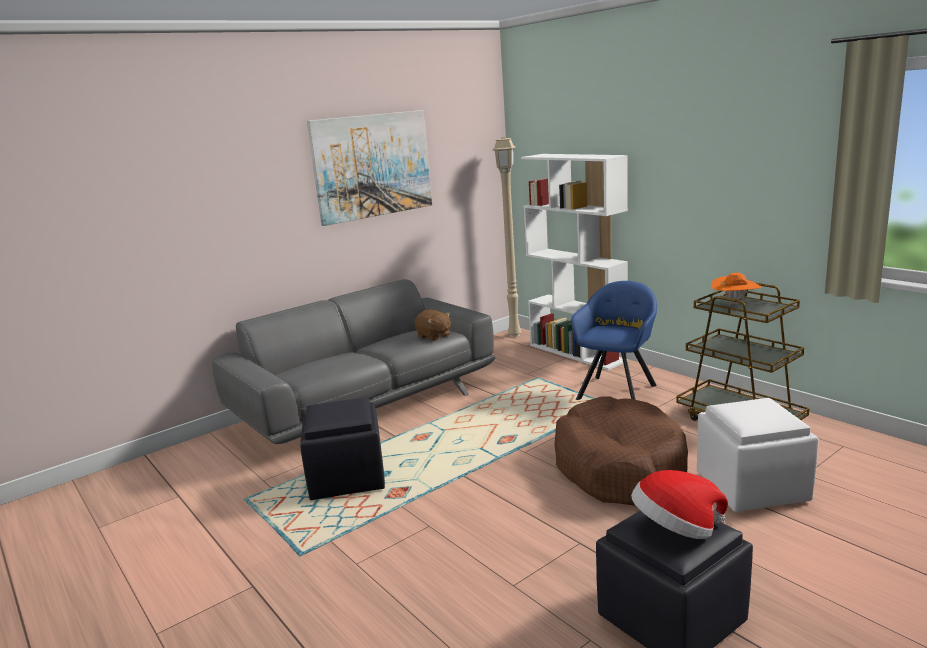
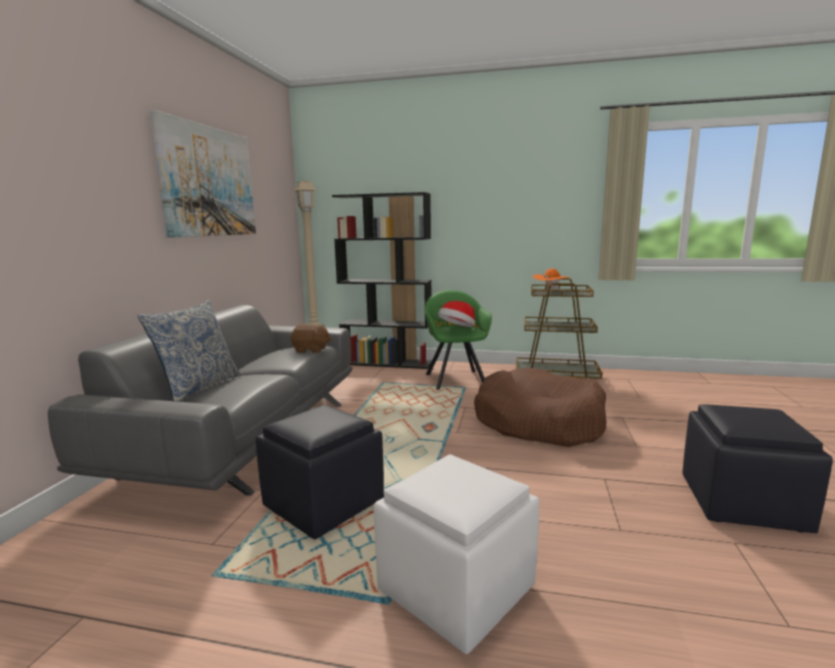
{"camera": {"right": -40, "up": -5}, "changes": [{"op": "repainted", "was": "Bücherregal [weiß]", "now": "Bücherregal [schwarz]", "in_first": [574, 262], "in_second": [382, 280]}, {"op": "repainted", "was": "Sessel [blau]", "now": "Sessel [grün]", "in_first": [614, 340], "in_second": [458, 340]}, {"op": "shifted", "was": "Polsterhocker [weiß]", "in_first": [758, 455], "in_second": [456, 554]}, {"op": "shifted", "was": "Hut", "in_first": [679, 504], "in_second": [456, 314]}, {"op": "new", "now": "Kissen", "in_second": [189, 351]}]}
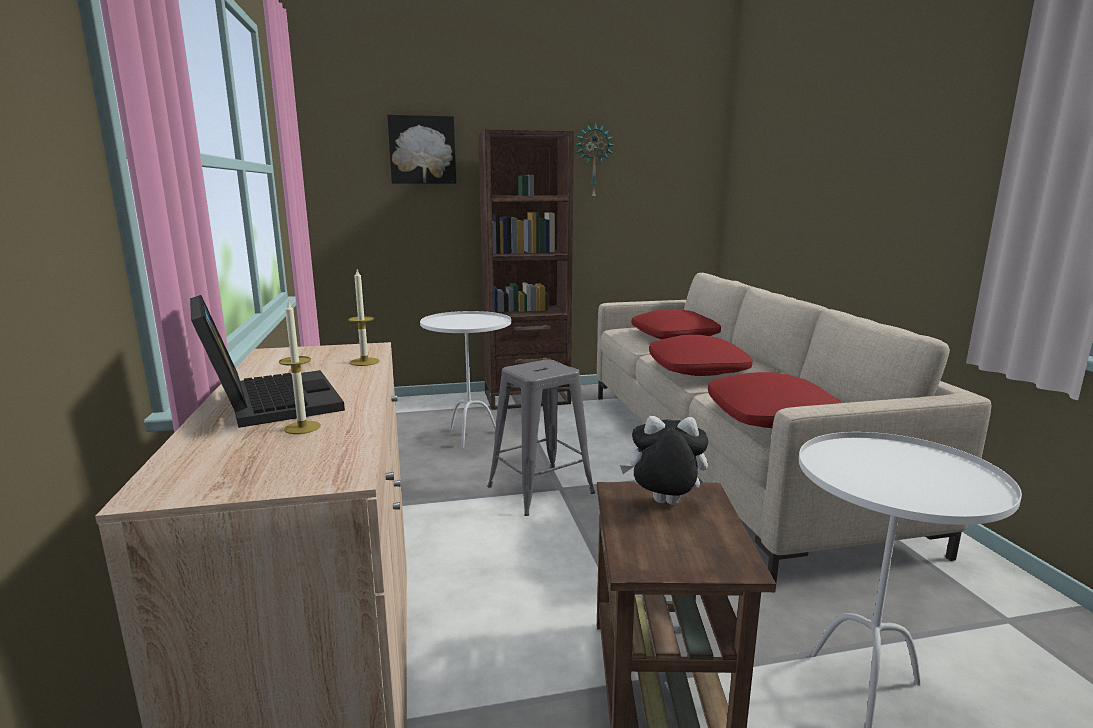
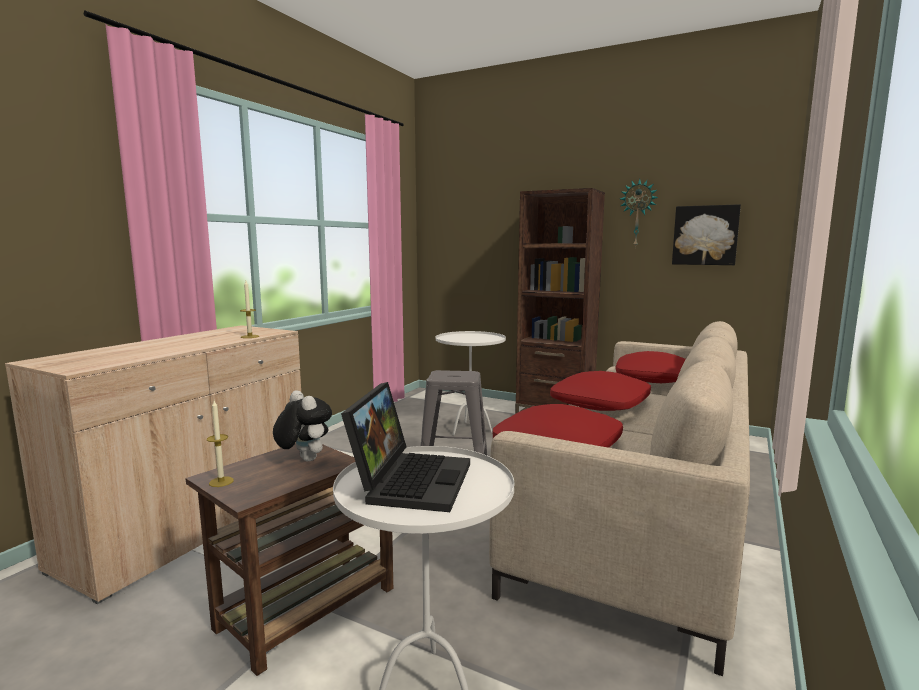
{"camera": {"right": 40, "up": -5}, "changes": [{"op": "shifted", "was": "Bild", "in_first": [421, 149], "in_second": [706, 234]}, {"op": "shifted", "was": "Laptop", "in_first": [267, 361], "in_second": [405, 447]}, {"op": "shifted", "was": "Kerze", "in_first": [300, 367], "in_second": [220, 444]}]}
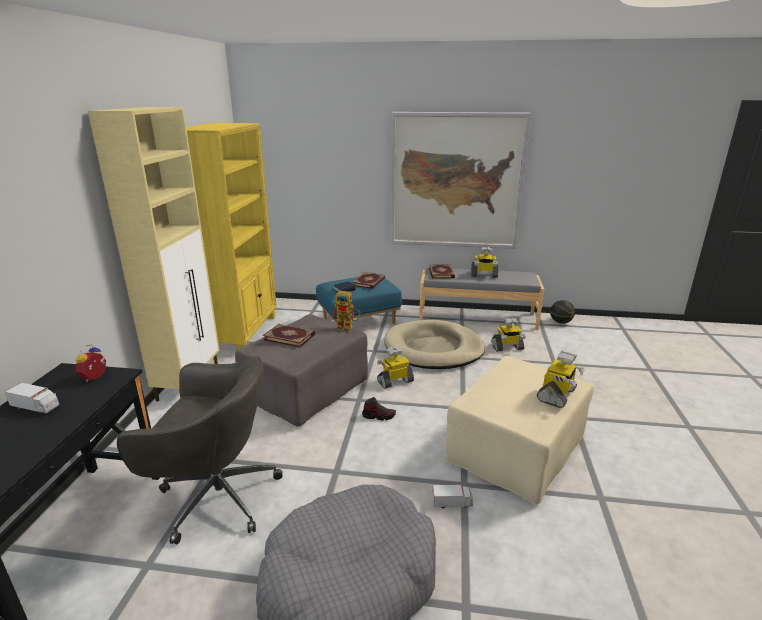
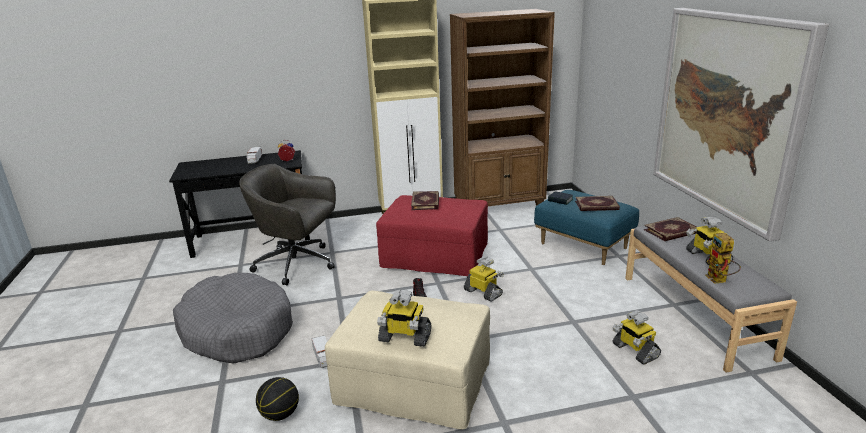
{"camera": {"right": 70, "up": 0}, "changes": [{"op": "repainted", "was": "Bücherregal [gelb]", "now": "Bücherregal [braun]", "in_first": [231, 236], "in_second": [502, 107]}, {"op": "shifted", "was": "Spielzeugroboter", "in_first": [346, 311], "in_second": [723, 258]}, {"op": "shifted", "was": "Basketball", "in_first": [562, 312], "in_second": [277, 399]}, {"op": "repainted", "was": "Polsterhocker [grau]", "now": "Polsterhocker [rot]", "in_first": [301, 370], "in_second": [432, 235]}, {"op": "gone", "was": "Hundebett [beige]", "in_first": [434, 344]}, {"op": "rotated", "was": "Bürostuhl [grau]", "in_first": [200, 450], "in_second": [287, 224], "clockwise": 120}]}
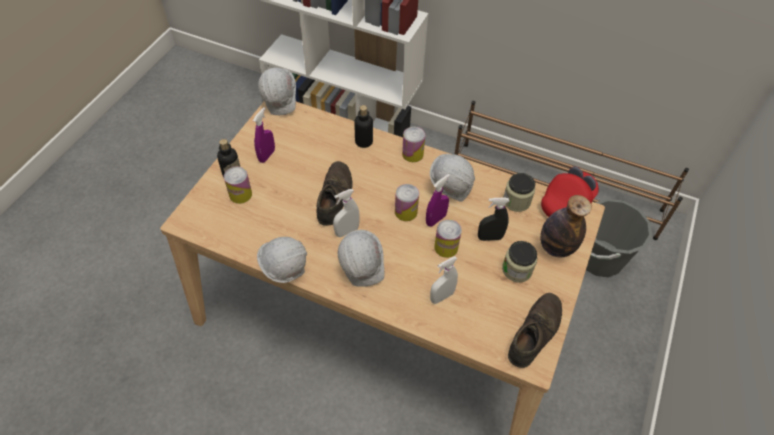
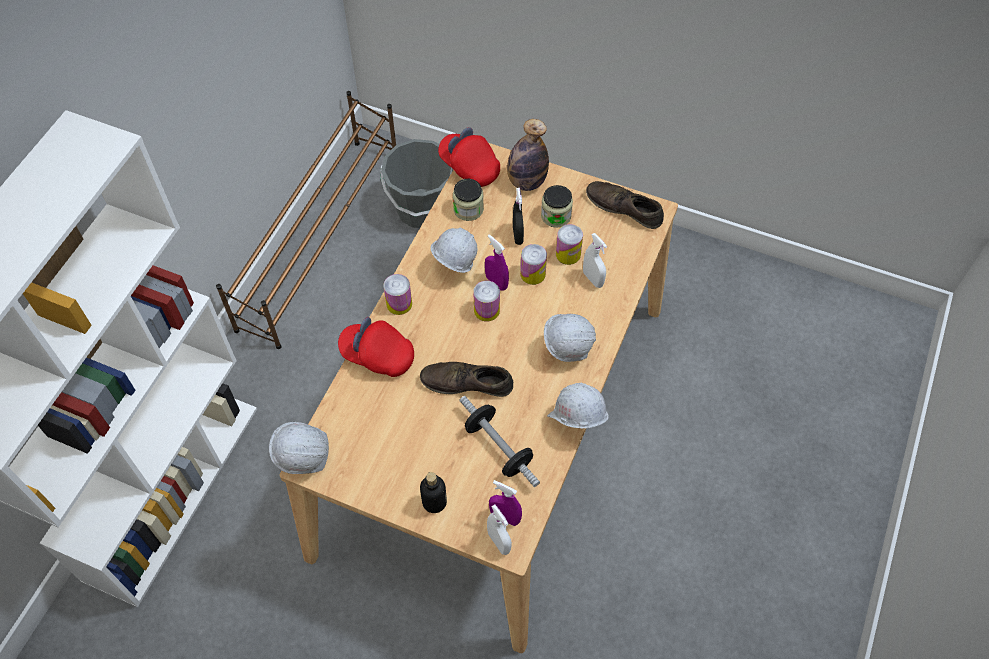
{"camera": {"right": -90, "up": 5}, "changes": [{"op": "swapped", "was": "Flasche", "now": "Kappe [rot]", "in_first": [363, 126], "in_second": [376, 347]}, {"op": "shifted", "was": "Sprühflasche [lila]", "in_first": [264, 135], "in_second": [505, 503]}, {"op": "shifted", "was": "Dose", "in_first": [238, 185], "in_second": [569, 244]}, {"op": "shifted", "was": "Sprühflasche [weiß]", "in_first": [346, 213], "in_second": [499, 529]}, {"op": "new", "now": "Hantel", "in_second": [499, 441]}]}
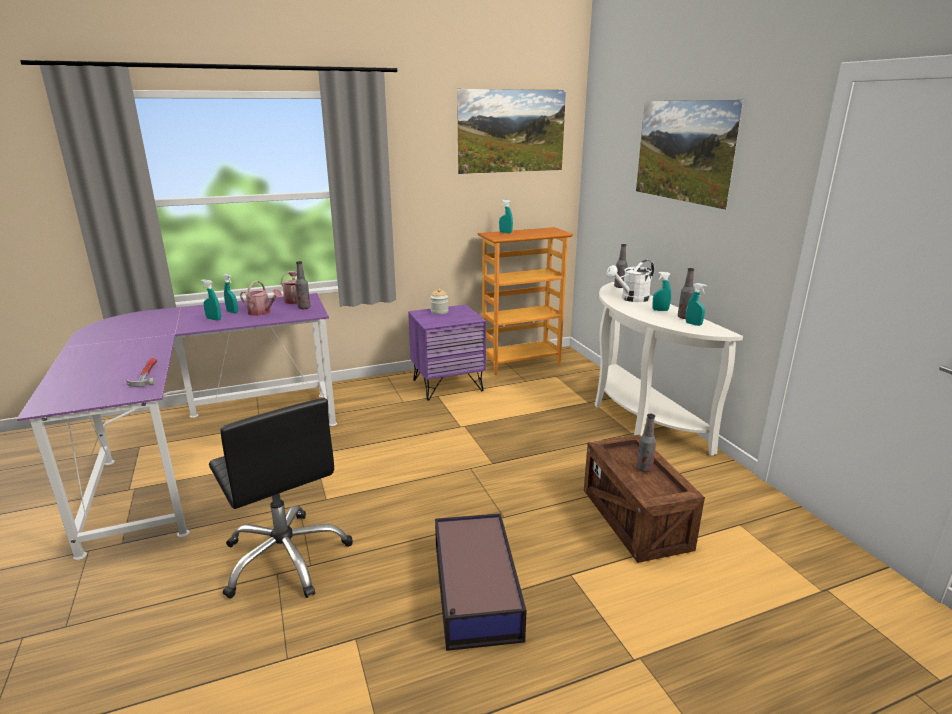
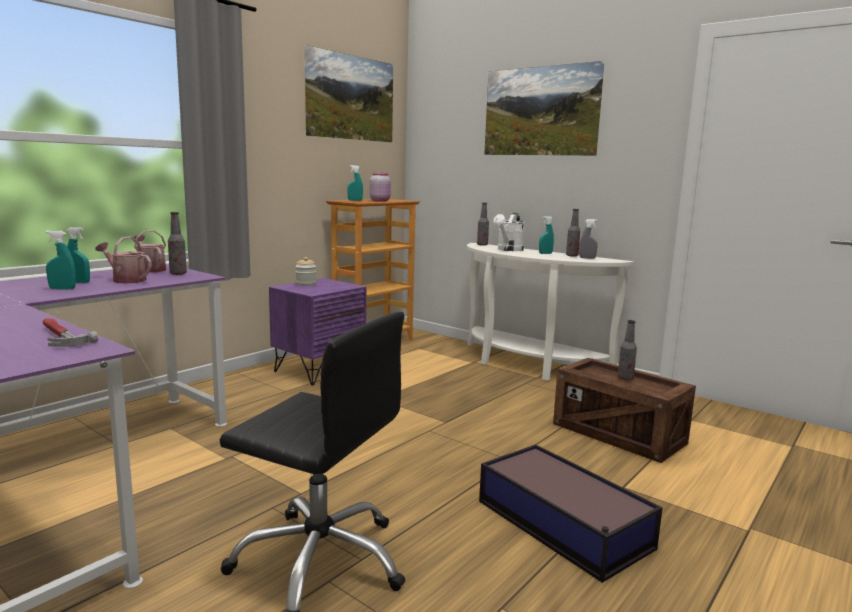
{"camera": {"right": -30, "up": -10}, "changes": [{"op": "rotated", "was": "Gießkanne", "in_first": [261, 298], "in_second": [123, 260], "clockwise": -150}, {"op": "repainted", "was": "Sprühflasche [türkis]", "now": "Sprühflasche [grau]", "in_first": [696, 304], "in_second": [588, 239]}, {"op": "new", "now": "Vorratsglas [rosa]", "in_second": [380, 187]}]}
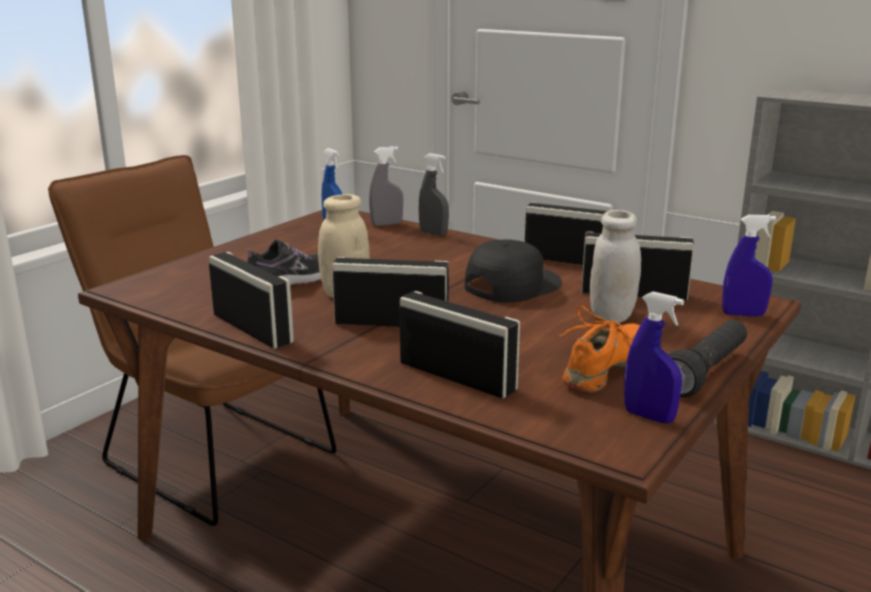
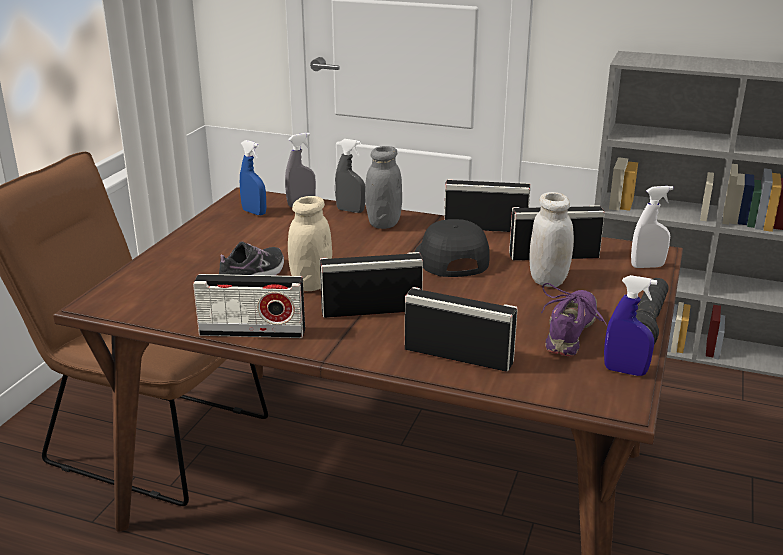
{"camera": {"right": -15, "up": 5}, "changes": [{"op": "repainted", "was": "Sprühflasche [blau]", "now": "Sprühflasche [weiß]", "in_first": [749, 266], "in_second": [652, 227]}, {"op": "rotated", "was": "Kappe [schwarz]", "in_first": [513, 270], "in_second": [452, 248], "clockwise": -45}, {"op": "rotated", "was": "Radio", "in_first": [251, 300], "in_second": [249, 306], "clockwise": 150}, {"op": "repainted", "was": "Schuh [orange]", "now": "Schuh [lila]", "in_first": [599, 349], "in_second": [574, 320]}, {"op": "new", "now": "Vorratsglas [grau]", "in_second": [383, 187]}]}
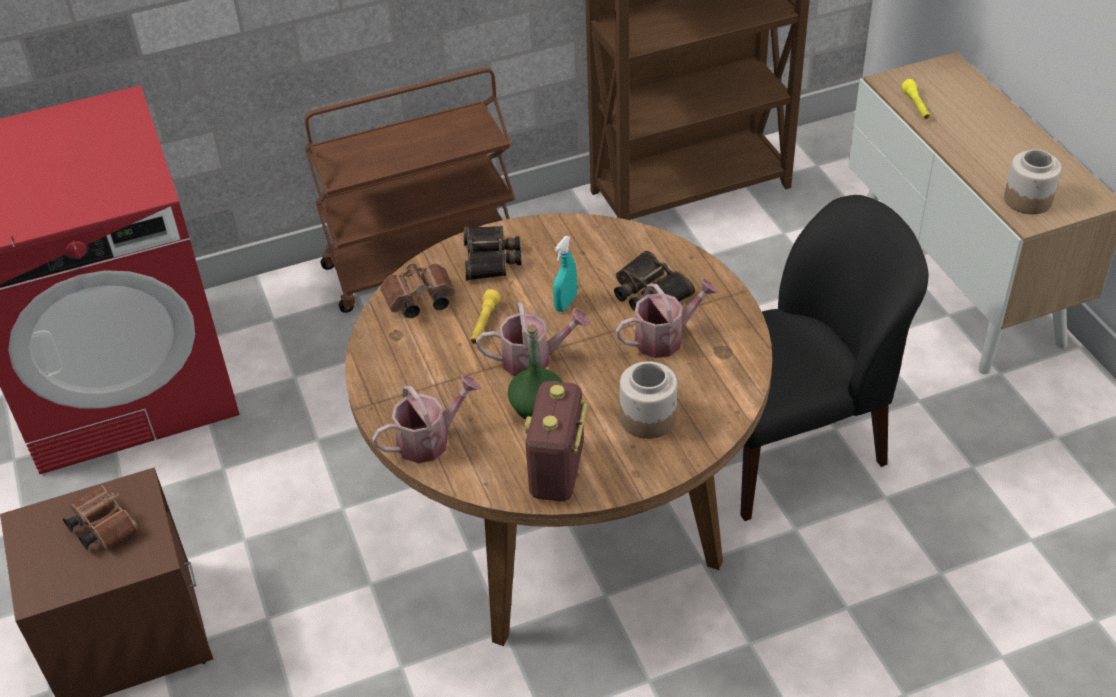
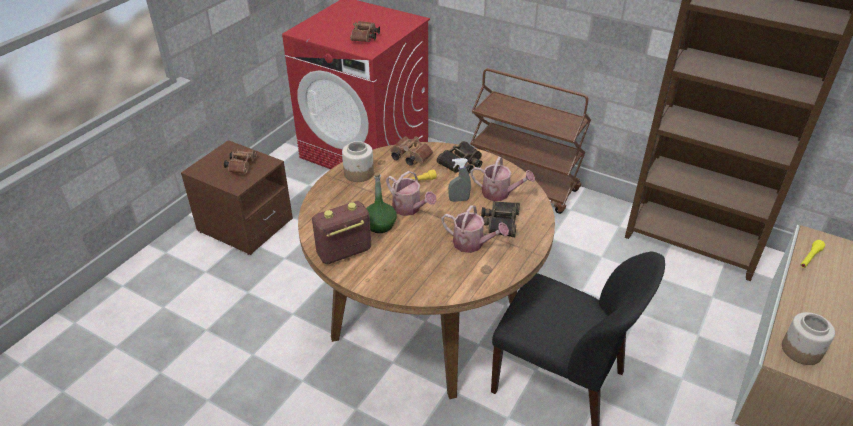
{"camera": {"right": 50, "up": -5}, "changes": [{"op": "repainted", "was": "Sprühflasche [türkis]", "now": "Sprühflasche [grau]", "in_first": [565, 274], "in_second": [459, 180]}, {"op": "shifted", "was": "Vorratsglas", "in_first": [649, 400], "in_second": [358, 161]}, {"op": "shifted", "was": "Gießkanne", "in_first": [426, 419], "in_second": [502, 179]}, {"op": "new", "now": "Fernglas [braun]", "in_second": [365, 31]}]}
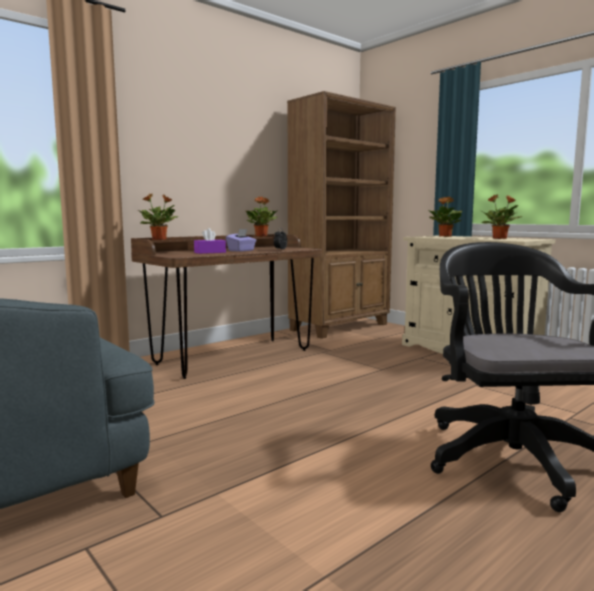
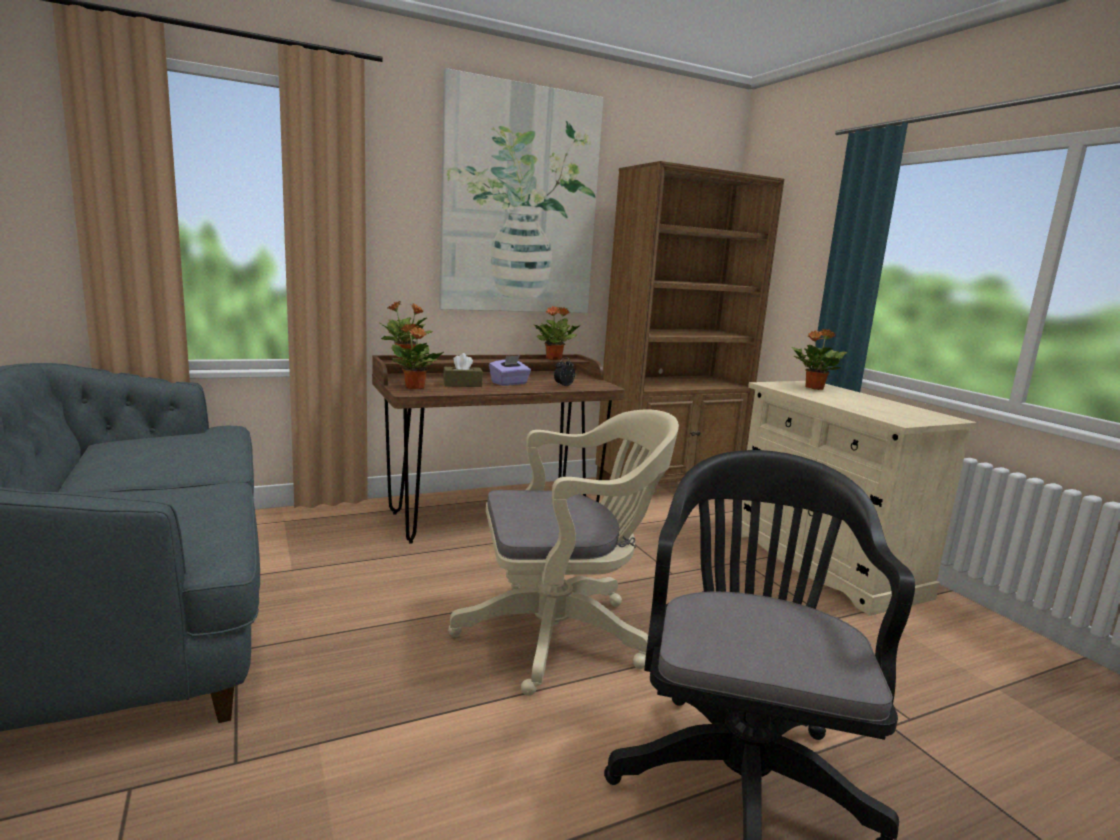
{"camera": {"right": 15, "up": 5}, "changes": [{"op": "shifted", "was": "Topfpflanze", "in_first": [502, 216], "in_second": [417, 356]}, {"op": "repainted", "was": "Taschentuchbox [lila]", "now": "Taschentuchbox [braun]", "in_first": [210, 241], "in_second": [463, 370]}, {"op": "new", "now": "Bild", "in_second": [521, 190]}, {"op": "new", "now": "Bürostuhl [beige]", "in_second": [563, 553]}]}
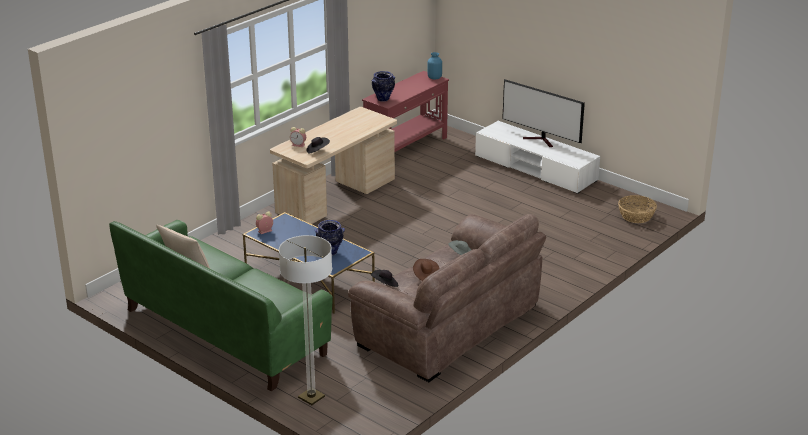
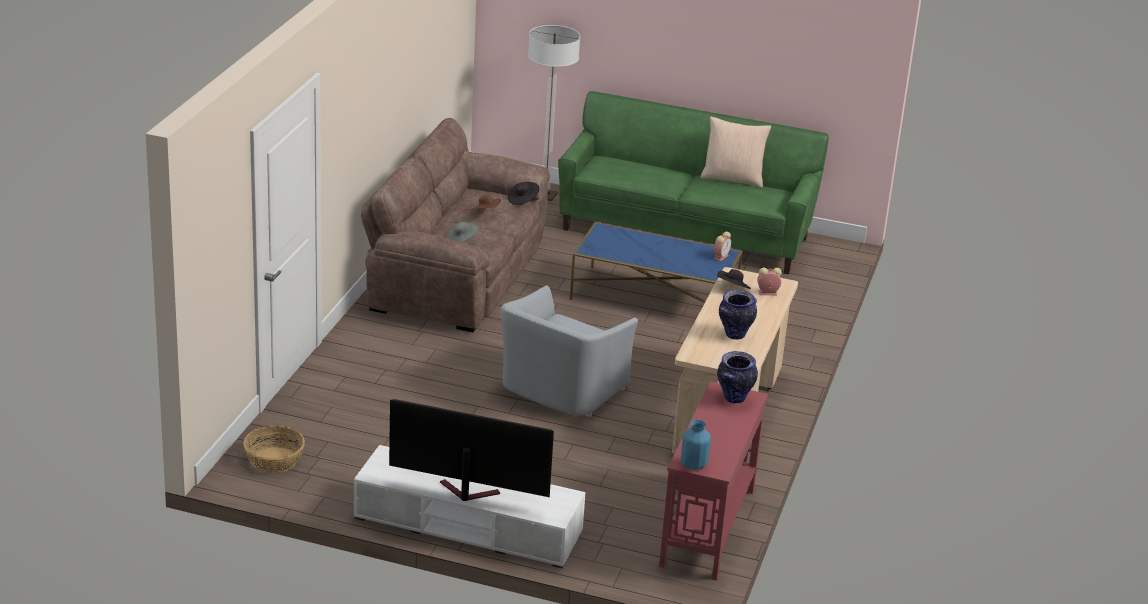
{"camera": {"right": 155, "up": 0}, "changes": [{"op": "shifted", "was": "Vase", "in_first": [330, 237], "in_second": [738, 315]}, {"op": "new", "now": "Sessel [grau]", "in_second": [569, 351]}]}
